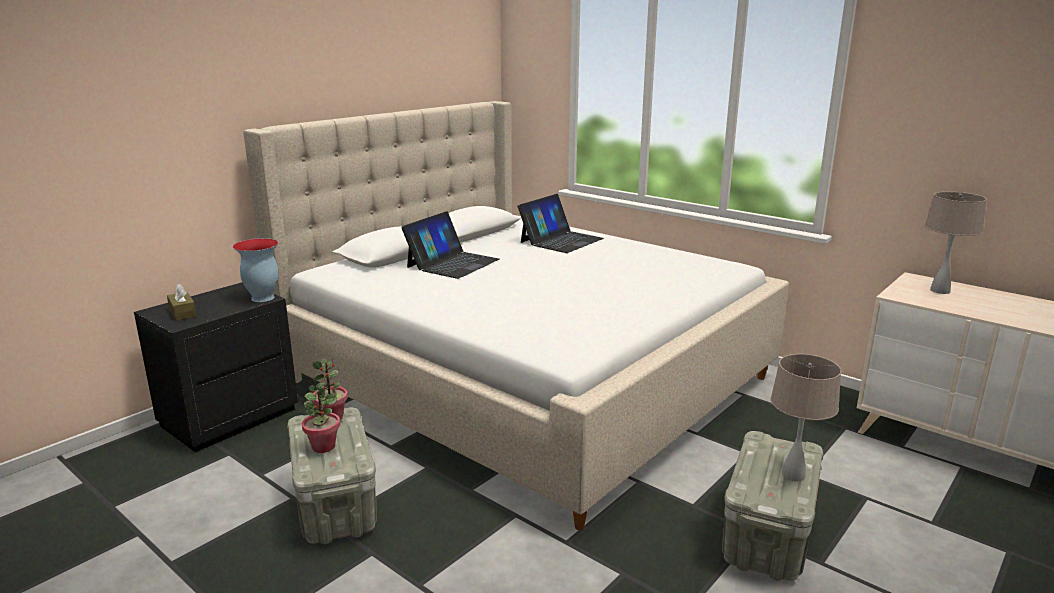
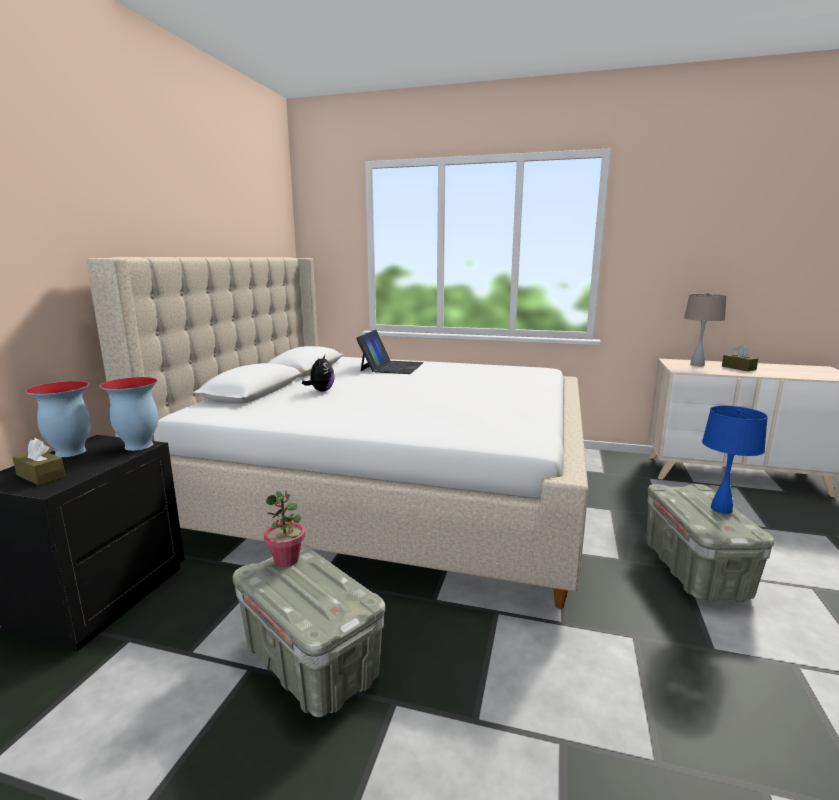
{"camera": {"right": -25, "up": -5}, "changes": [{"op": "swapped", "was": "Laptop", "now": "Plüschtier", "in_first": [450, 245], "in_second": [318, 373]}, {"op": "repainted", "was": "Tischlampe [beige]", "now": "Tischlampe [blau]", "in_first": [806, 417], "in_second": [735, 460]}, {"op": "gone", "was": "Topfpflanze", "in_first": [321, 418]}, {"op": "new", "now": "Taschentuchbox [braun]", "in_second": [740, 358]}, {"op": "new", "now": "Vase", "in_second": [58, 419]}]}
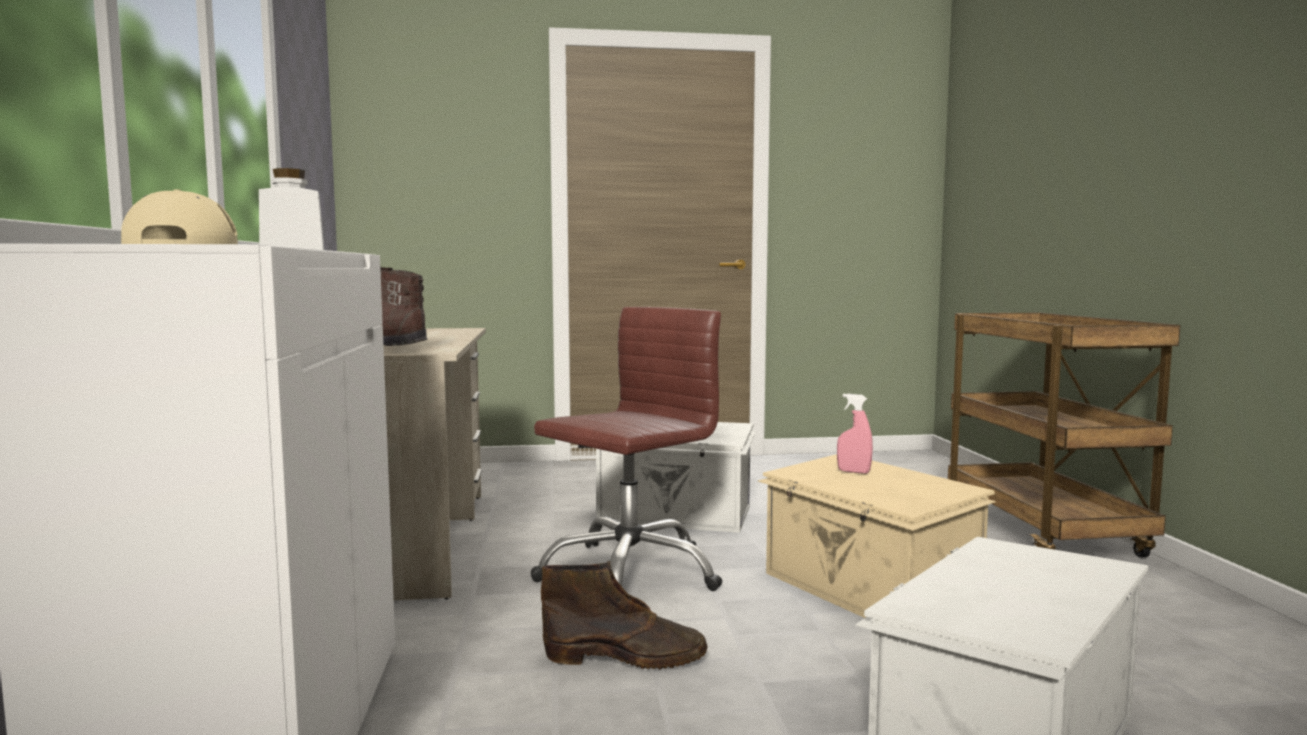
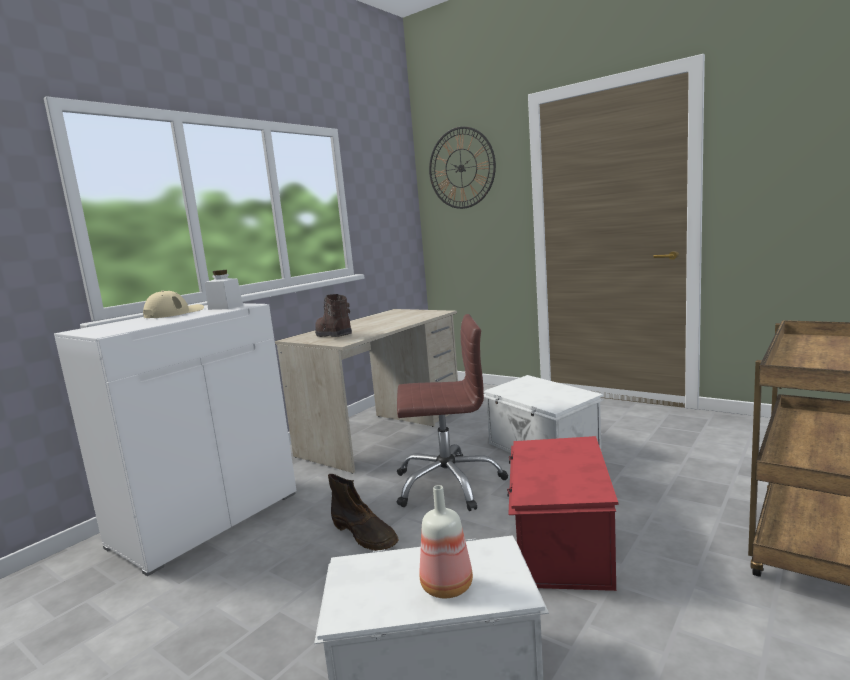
{"camera": {"right": 45, "up": 5}, "changes": [{"op": "gone", "was": "Sprühflasche [rosa]", "in_first": [855, 434]}, {"op": "repainted", "was": "Aufbewahrungsbox [beige]", "now": "Aufbewahrungsbox [rot]", "in_first": [877, 536], "in_second": [563, 513]}, {"op": "new", "now": "Wanduhr", "in_second": [462, 168]}, {"op": "new", "now": "Flasche", "in_second": [446, 541]}]}
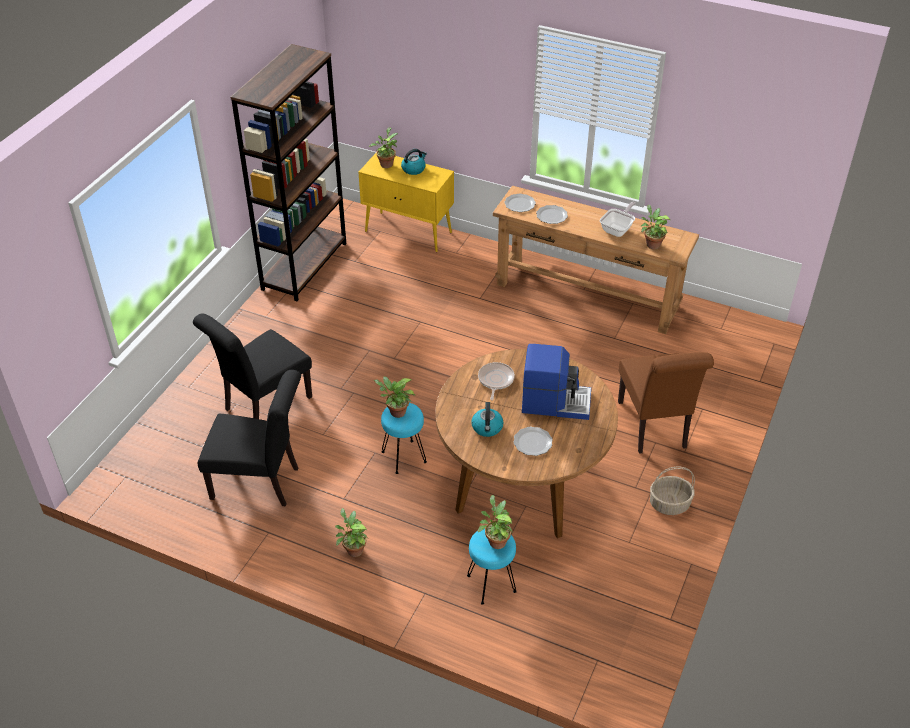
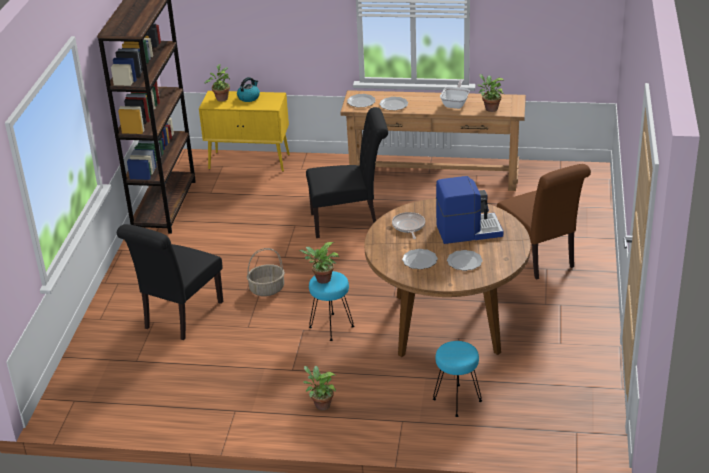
{"camera": {"right": -15, "up": -10}, "changes": [{"op": "shifted", "was": "Stuhl [schwarz]", "in_first": [249, 438], "in_second": [347, 172]}, {"op": "swapped", "was": "Wasserkessel", "now": "Teller", "in_first": [487, 419], "in_second": [420, 259]}, {"op": "shifted", "was": "Korb", "in_first": [672, 491], "in_second": [266, 272]}, {"op": "gone", "was": "Topfpflanze", "in_first": [495, 522]}]}
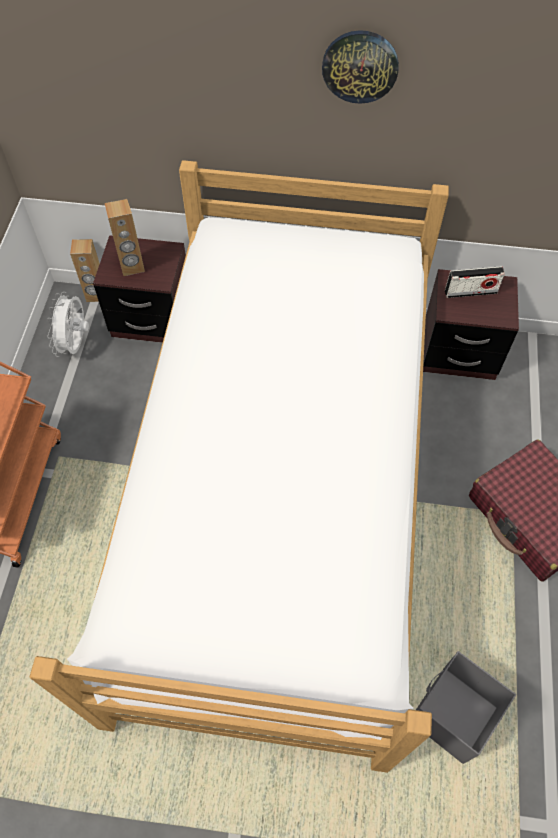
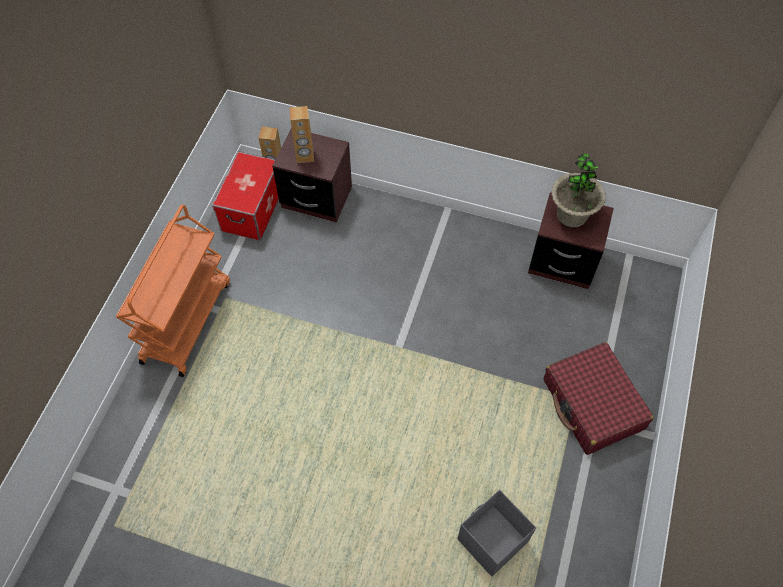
{"camera": {"right": 10, "up": 0}, "changes": [{"op": "gone", "was": "Wanduhr", "in_first": [360, 67]}, {"op": "gone", "was": "Bett", "in_first": [239, 466]}, {"op": "swapped", "was": "Radio", "now": "Topfpflanze", "in_first": [475, 282], "in_second": [578, 190]}, {"op": "swapped", "was": "Ventilator [weiß]", "now": "Aufbewahrungsbox", "in_first": [68, 324], "in_second": [245, 196]}]}
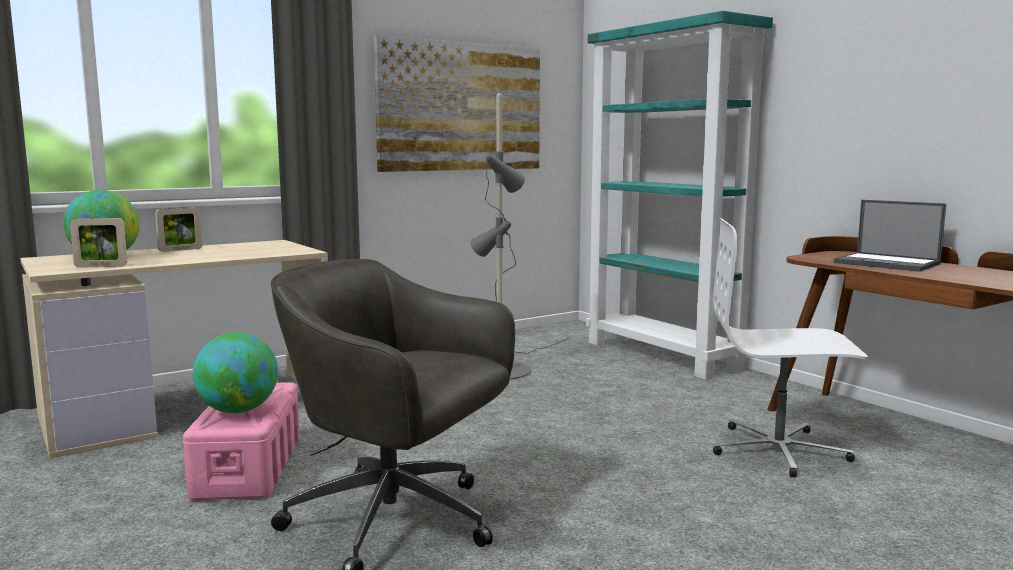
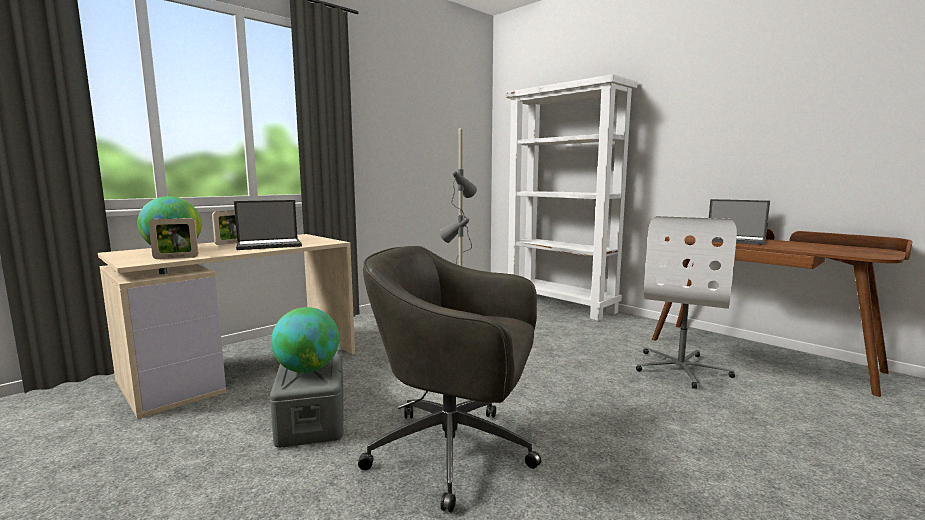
{"camera": {"right": -10, "up": 0}, "changes": [{"op": "repainted", "was": "Bücherregal [türkis]", "now": "Bücherregal [weiß]", "in_first": [679, 195], "in_second": [571, 197]}, {"op": "gone", "was": "Bild", "in_first": [456, 103]}, {"op": "rotated", "was": "Bürostuhl [weiß]", "in_first": [790, 348], "in_second": [686, 302], "clockwise": -60}, {"op": "repainted", "was": "Aufbewahrungsbox [rosa]", "now": "Aufbewahrungsbox [grau]", "in_first": [241, 441], "in_second": [307, 395]}, {"op": "new", "now": "Laptop", "in_second": [268, 225]}]}
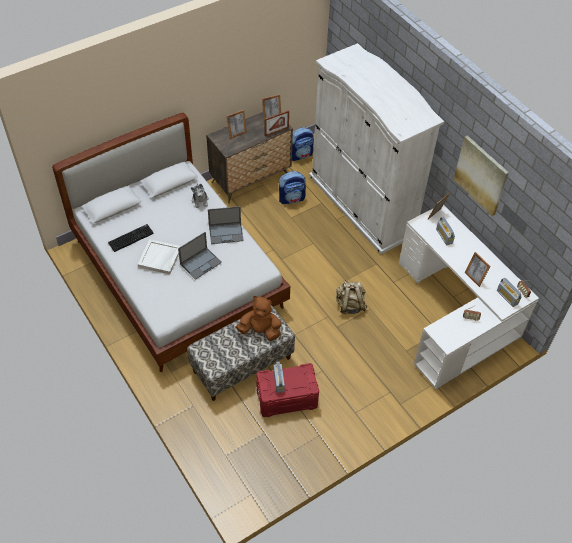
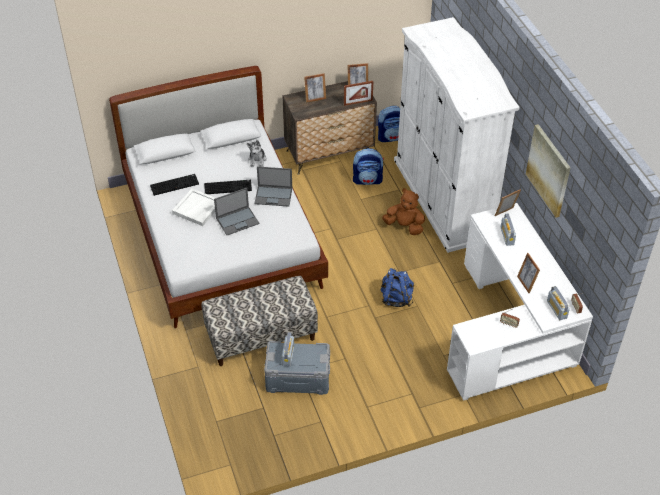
{"camera": {"right": 15, "up": -5}, "changes": [{"op": "repainted", "was": "Rucksack [beige]", "now": "Rucksack [blau]", "in_first": [351, 297], "in_second": [397, 287]}, {"op": "shifted", "was": "Plüschtier [braun]", "in_first": [259, 318], "in_second": [403, 211]}, {"op": "repainted", "was": "Aufbewahrungsbox [rot]", "now": "Aufbewahrungsbox [grau]", "in_first": [287, 390], "in_second": [297, 368]}, {"op": "new", "now": "Tastatur", "in_second": [228, 187]}]}
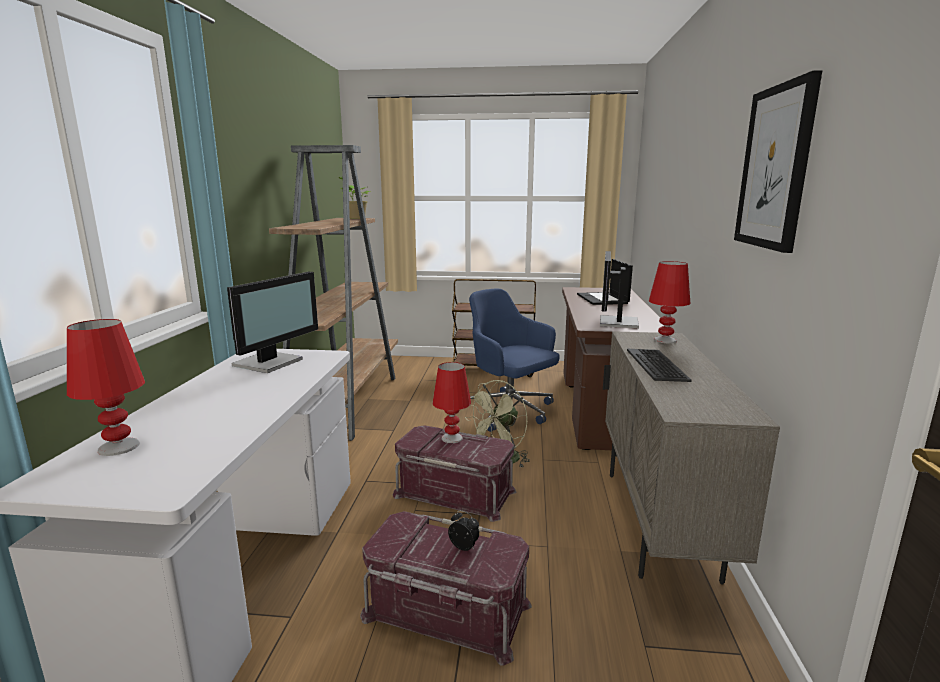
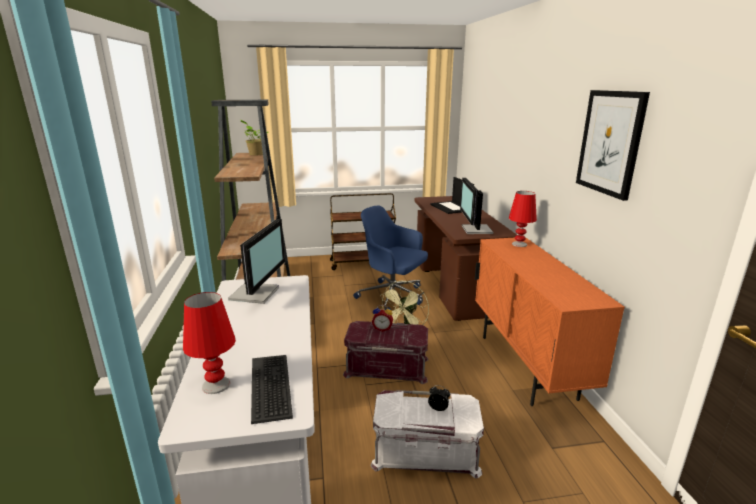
{"camera": {"right": -15, "up": 5}, "changes": [{"op": "repainted", "was": "Schrank [beige]", "now": "Schrank [orange]", "in_first": [691, 458], "in_second": [550, 322]}, {"op": "shifted", "was": "Tastatur", "in_first": [659, 365], "in_second": [272, 389]}, {"op": "swapped", "was": "Tischlampe [rot]", "now": "Wecker", "in_first": [451, 402], "in_second": [382, 318]}, {"op": "repainted", "was": "Aufbewahrungsbox [rot]", "now": "Aufbewahrungsbox [weiß]", "in_first": [446, 588], "in_second": [427, 434]}]}
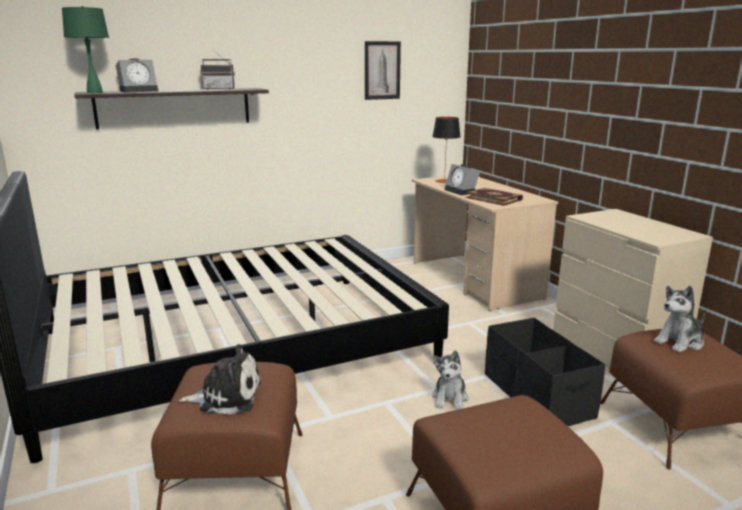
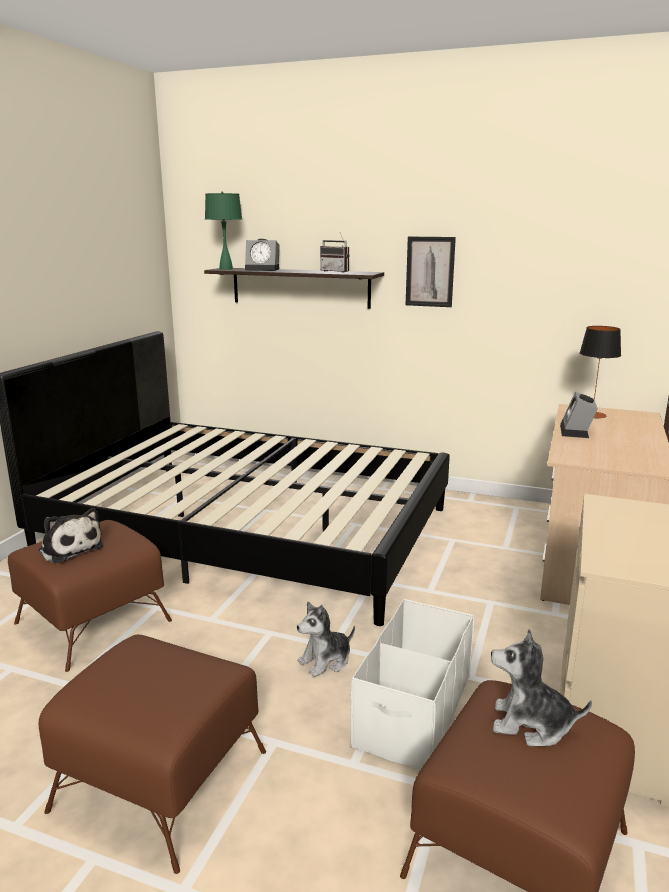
{"camera": {"right": 45, "up": 0}, "changes": [{"op": "shifted", "was": "Bild", "in_first": [383, 70], "in_second": [431, 272]}, {"op": "gone", "was": "Buch", "in_first": [494, 197]}, {"op": "repainted", "was": "Aufbewahrungsbox [schwarz]", "now": "Aufbewahrungsbox [weiß]", "in_first": [545, 372], "in_second": [412, 684]}]}
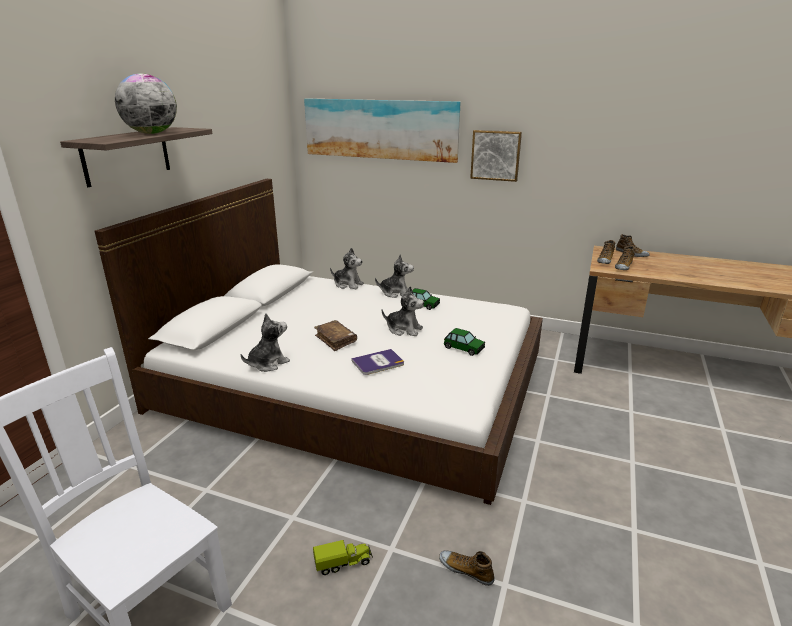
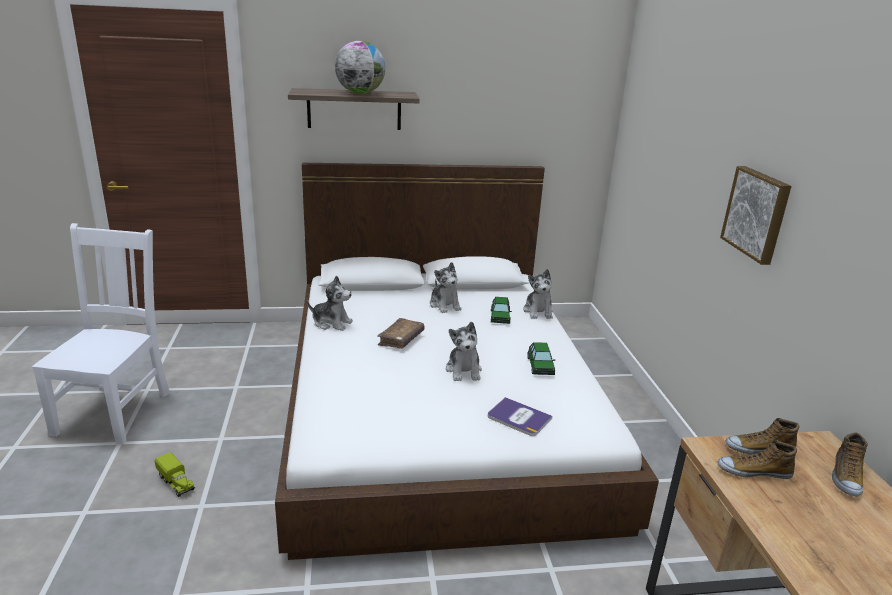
{"camera": {"right": 60, "up": 0}, "changes": [{"op": "gone", "was": "Bild", "in_first": [382, 131]}, {"op": "shifted", "was": "Plüschtier", "in_first": [394, 276], "in_second": [446, 287]}, {"op": "shifted", "was": "Spielzeugauto", "in_first": [464, 342], "in_second": [501, 310]}, {"op": "shifted", "was": "Buch", "in_first": [377, 362], "in_second": [520, 416]}, {"op": "gone", "was": "Schuh", "in_first": [467, 568]}]}
